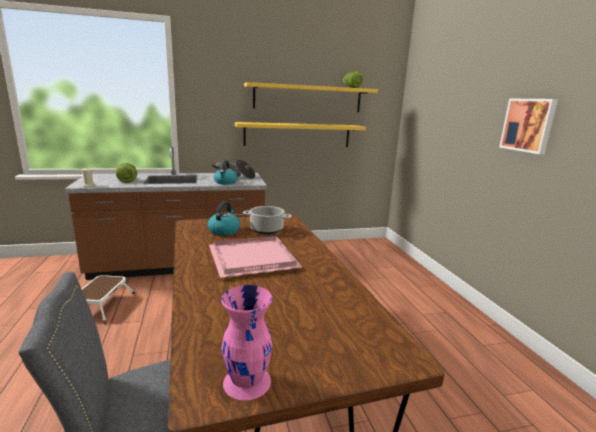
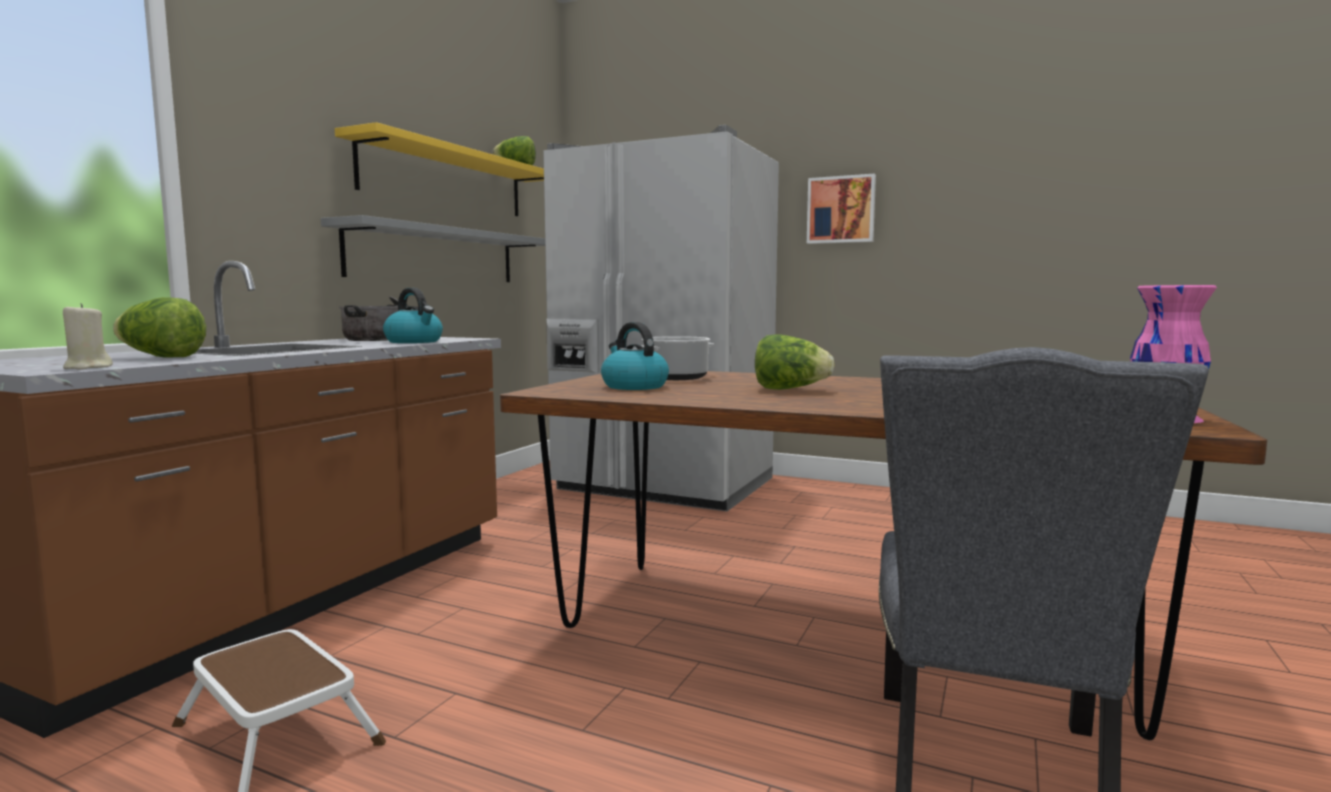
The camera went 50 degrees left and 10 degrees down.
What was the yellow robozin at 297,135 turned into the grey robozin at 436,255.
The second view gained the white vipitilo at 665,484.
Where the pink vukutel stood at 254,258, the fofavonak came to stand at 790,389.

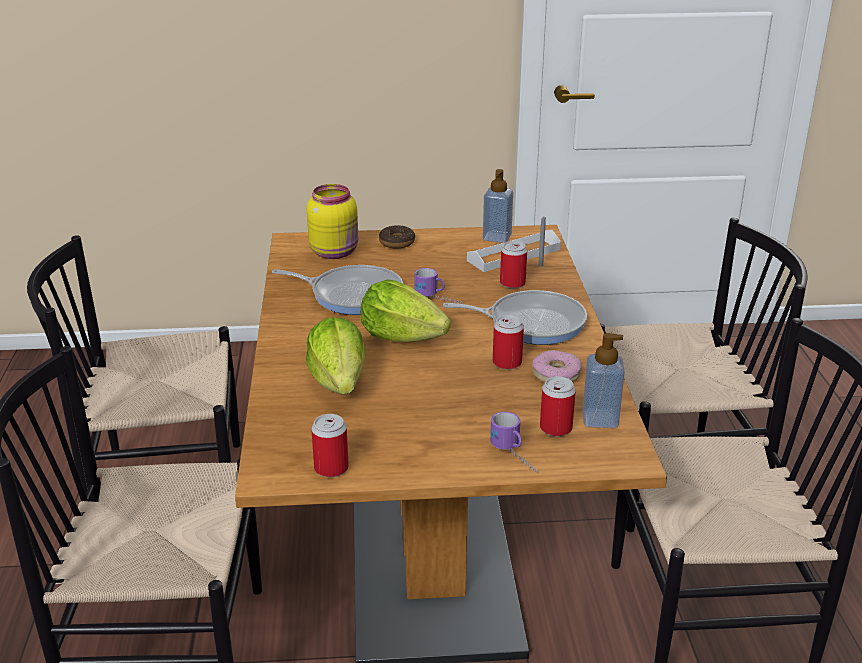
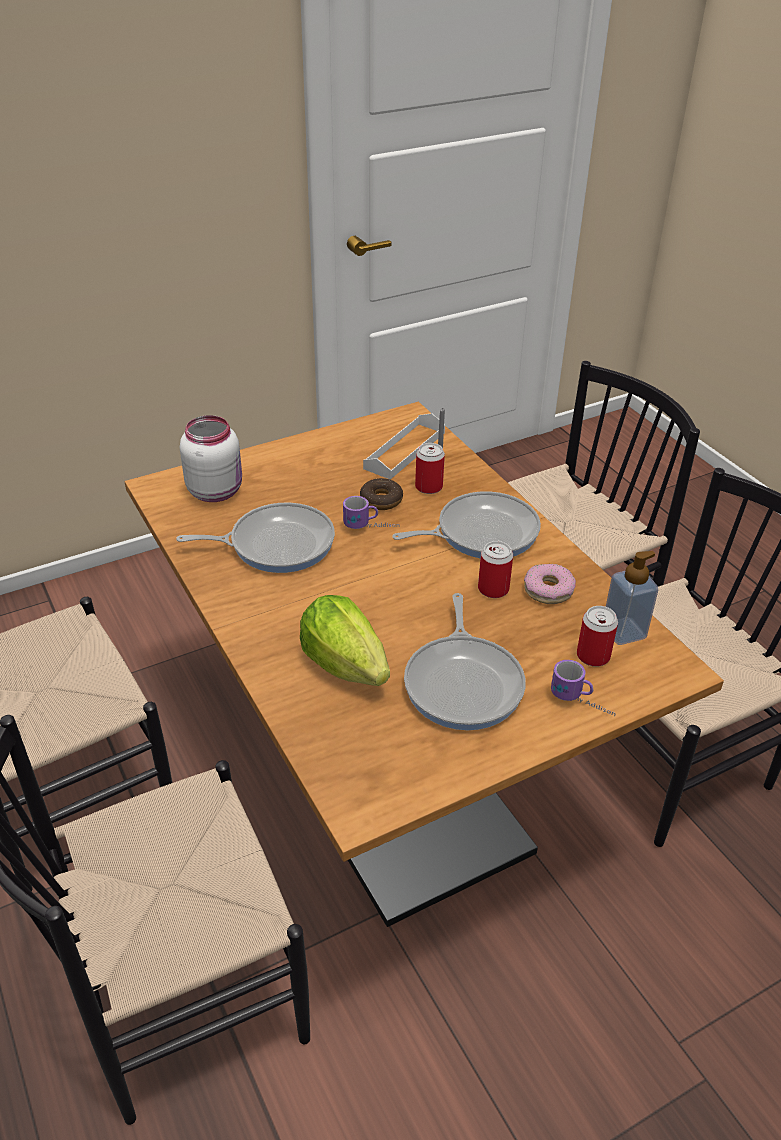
The camera went 25 degrees left and 10 degrees up.
What was the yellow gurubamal at 335,252 turned into the white gurubamal at 216,490.
The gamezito ended up elsewhere, having gone from 397,242 to 381,500.
The second view gained the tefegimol at 464,683.
The second view lost the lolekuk at 331,468.
The second view lost the fofavonak at 402,337.
The second view lost the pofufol at 497,237.

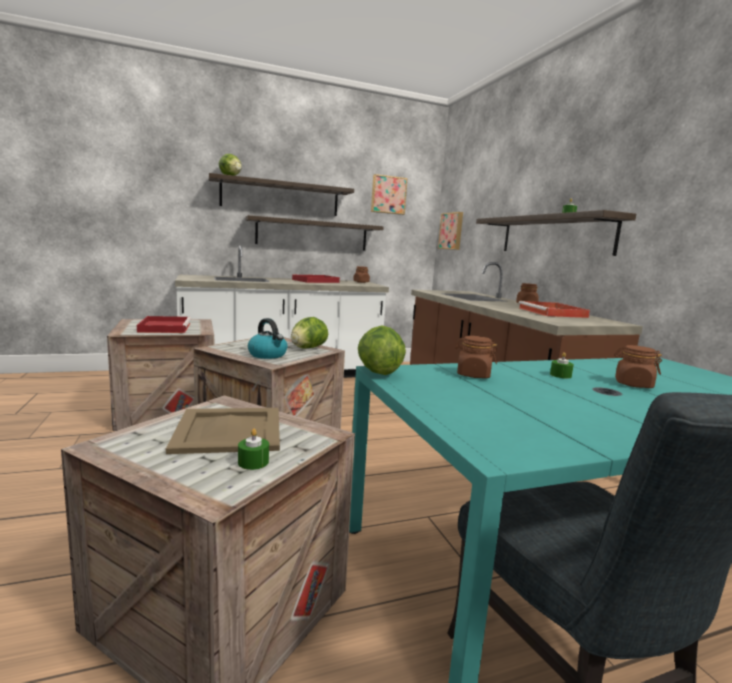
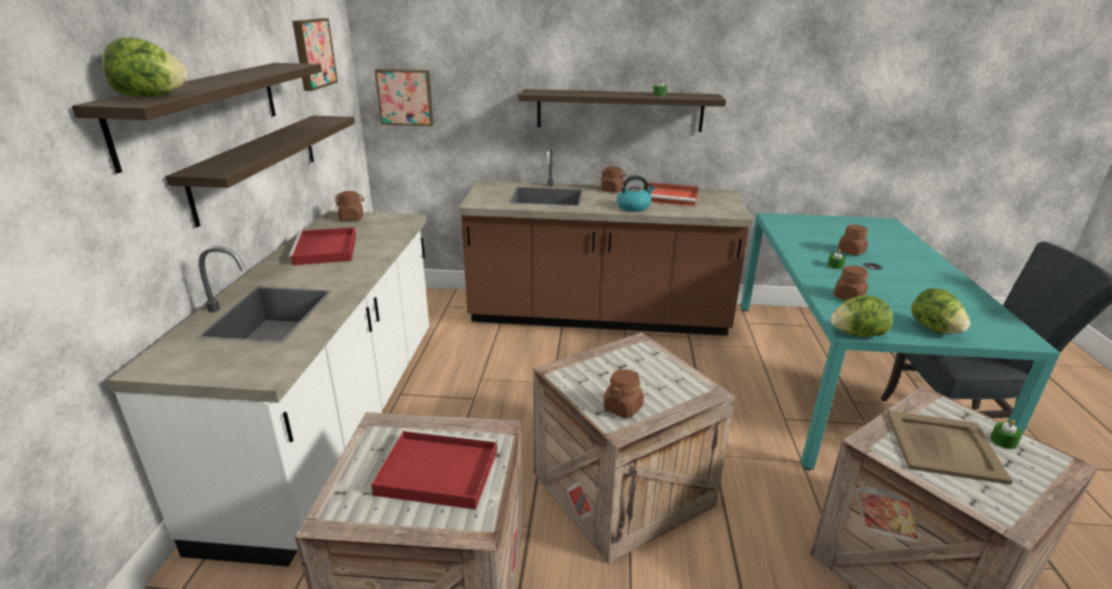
The camera went 65 degrees left and 15 degrees up.
The second view gained the brown gurubamal at 623,408.
The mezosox ended up elsewhere, having gone from 268,355 to 634,207.
The fofavonak ended up elsewhere, having gone from 308,348 to 934,329.

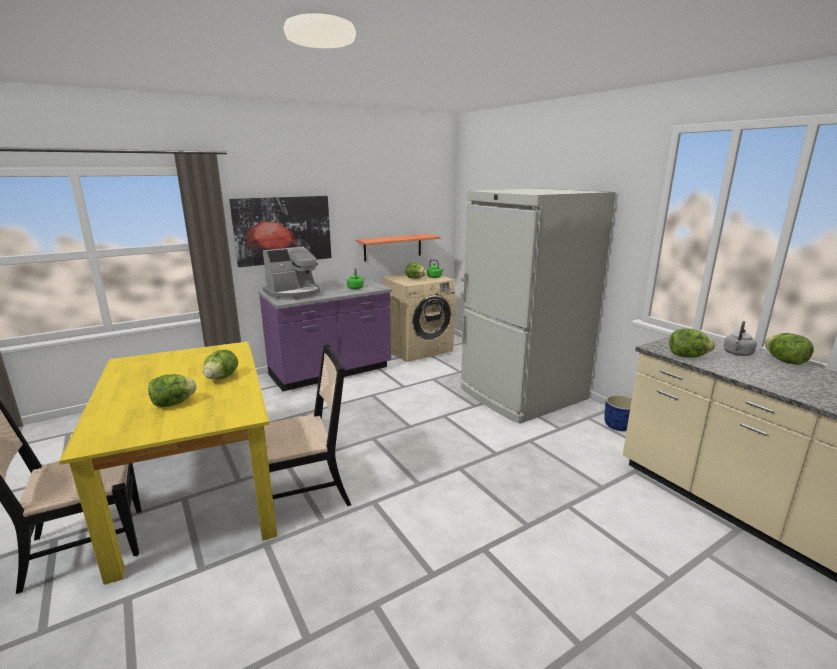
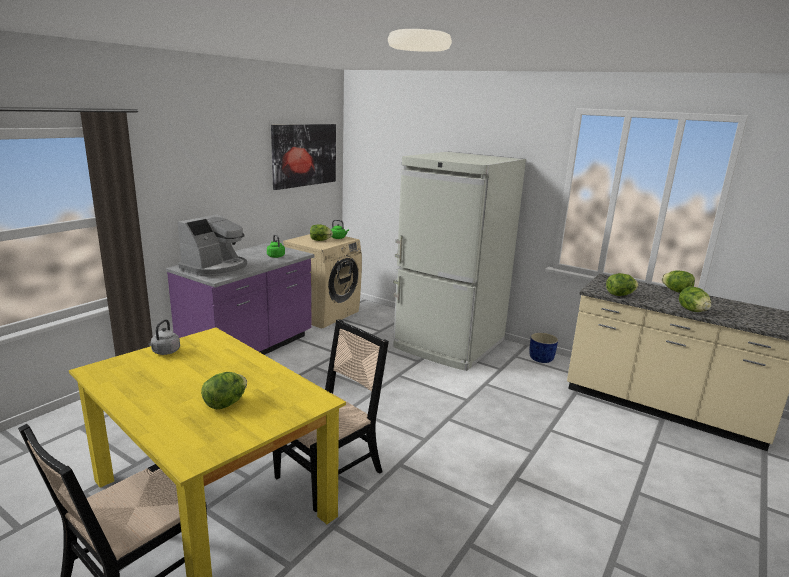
The camera went 25 degrees left and 0 degrees up.
The grey mezosox ended up elsewhere, having gone from 737,354 to 165,352.
The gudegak ended up elsewhere, having gone from 283,230 to 304,155.
The fofavonak ended up elsewhere, having gone from 221,378 to 692,311.
The second view lost the robozin at 393,247.

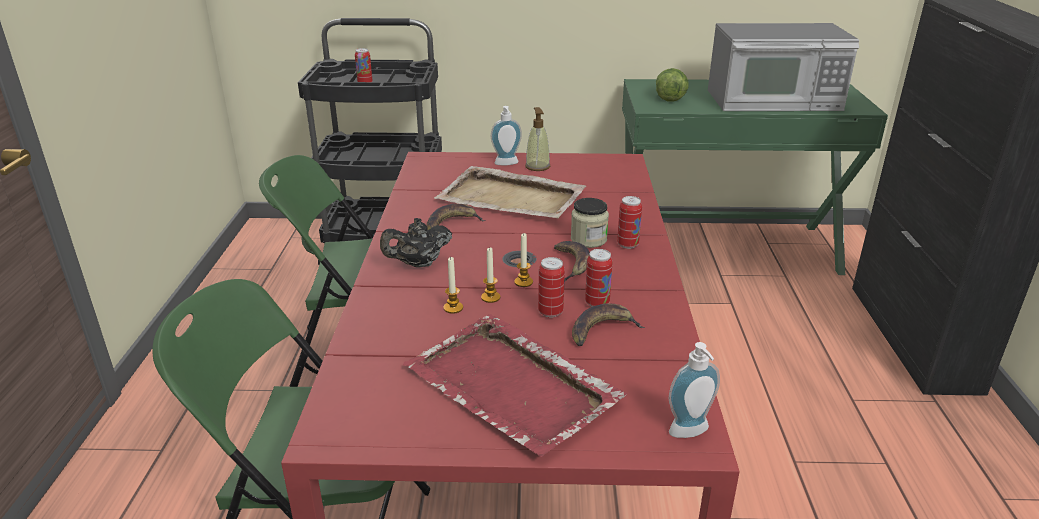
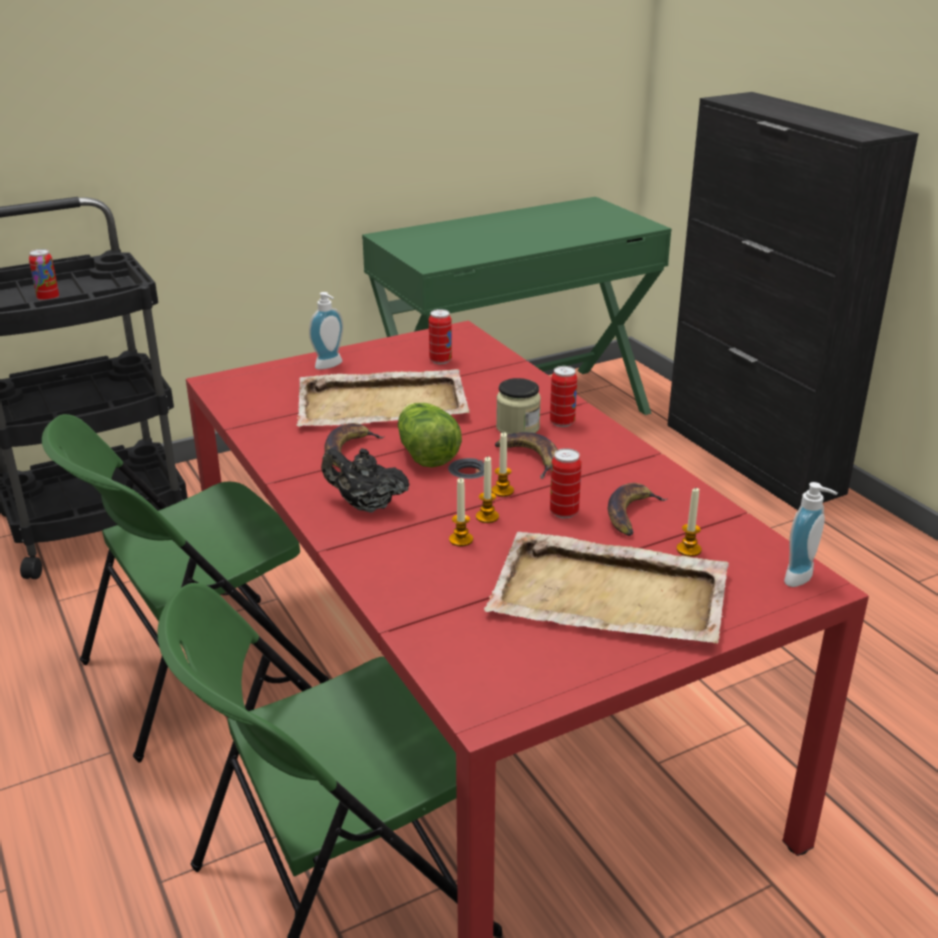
The camera went 30 degrees left and 0 degrees up.
The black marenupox at 418,264 ended up facing another way, 75 degrees clockwise from before.
The fofavonak ended up elsewhere, having gone from 669,96 to 425,453.
The lolekuk ended up elsewhere, having gone from 597,303 to 440,361.
What was the red vukutel at 513,387 turned into the beige vukutel at 611,595.
The second view gained the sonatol at 688,549.
The second view lost the pofufol at 537,166.
The second view lost the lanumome at 774,101.

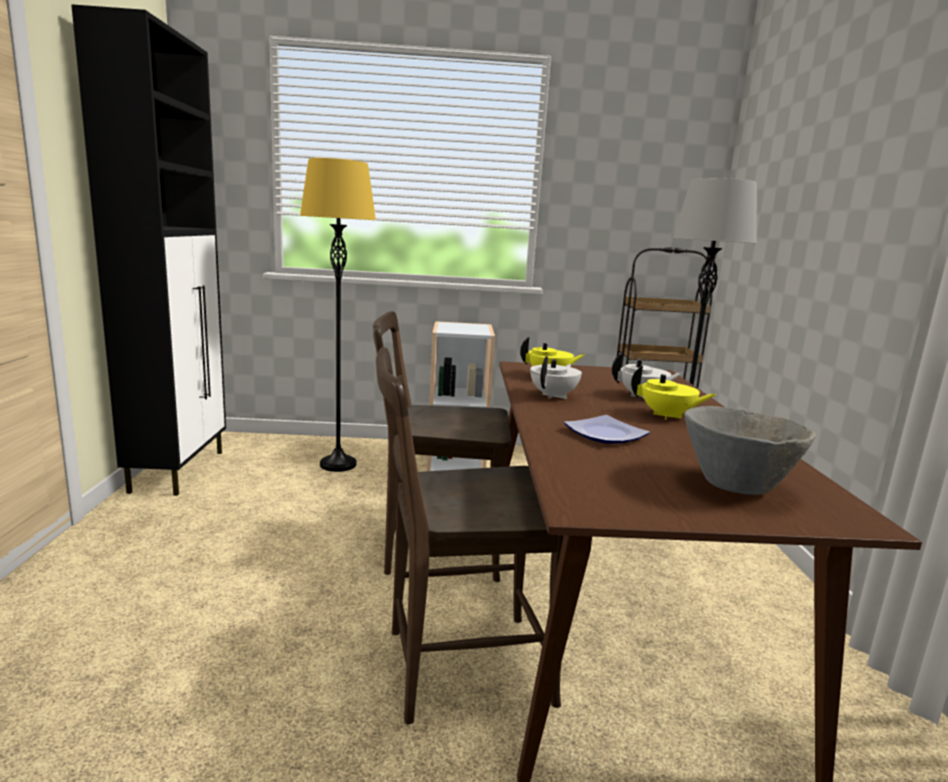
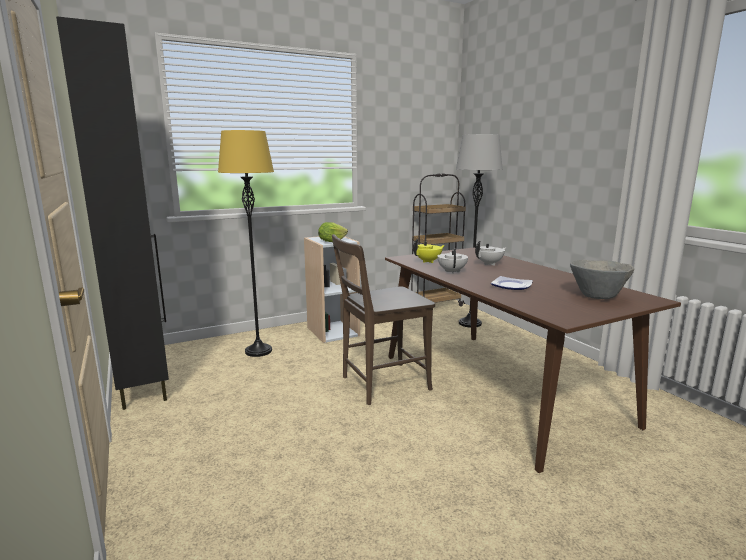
The camera went 25 degrees left and 0 degrees up.
The second view gained the fofavonak at 331,241.
The second view lost the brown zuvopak at 458,666.
The second view lost the yellow marenupox at 667,416.

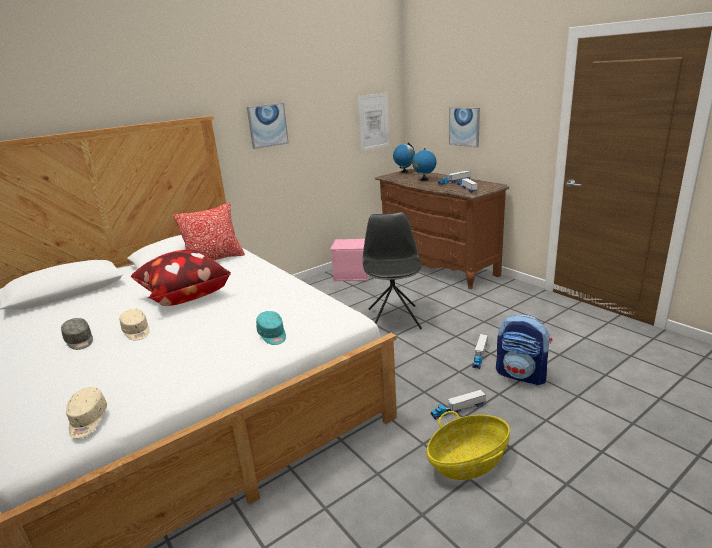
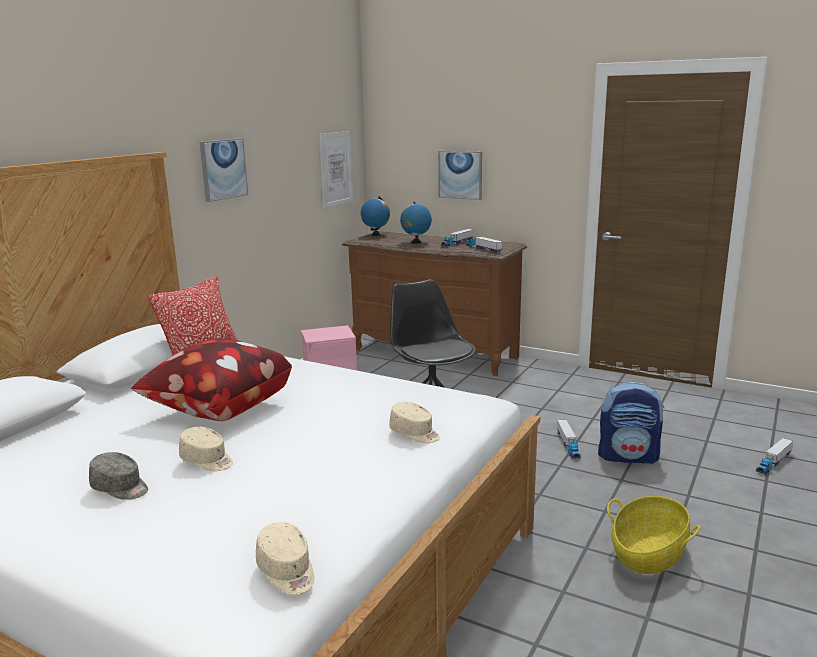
The camera went 25 degrees left and 5 degrees down.
What was the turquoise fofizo at 272,335 turned into the beige fofizo at 415,433.
The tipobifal ended up elsewhere, having gone from 458,409 to 773,462.

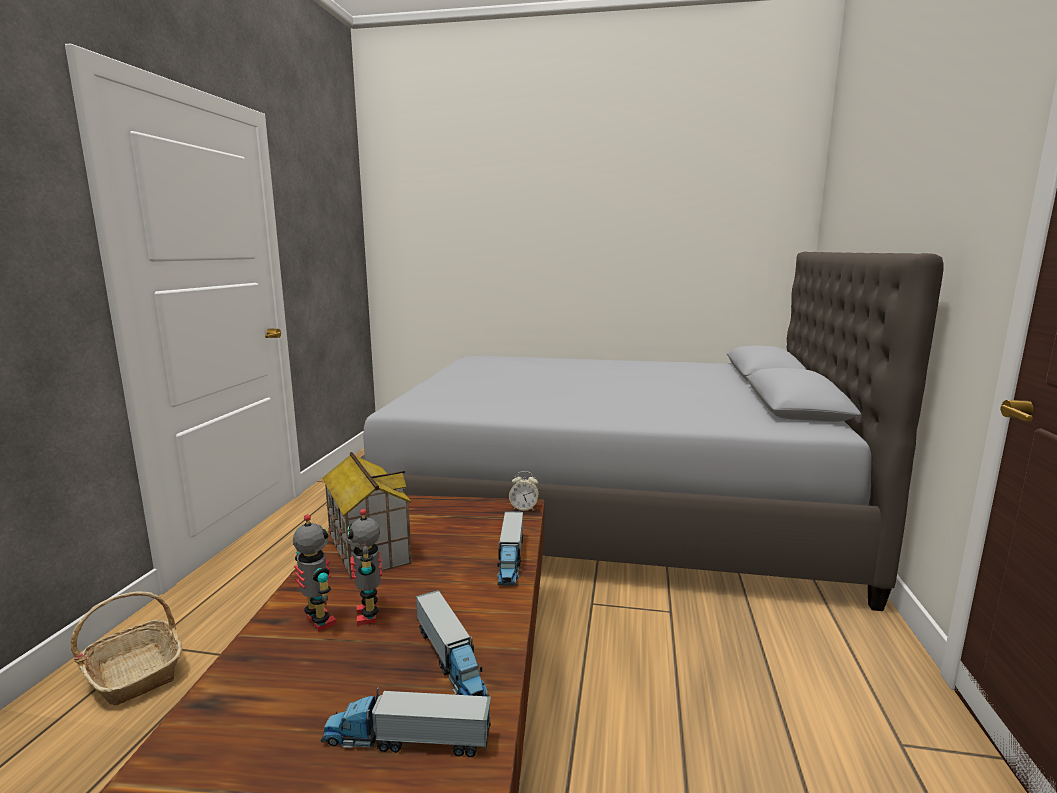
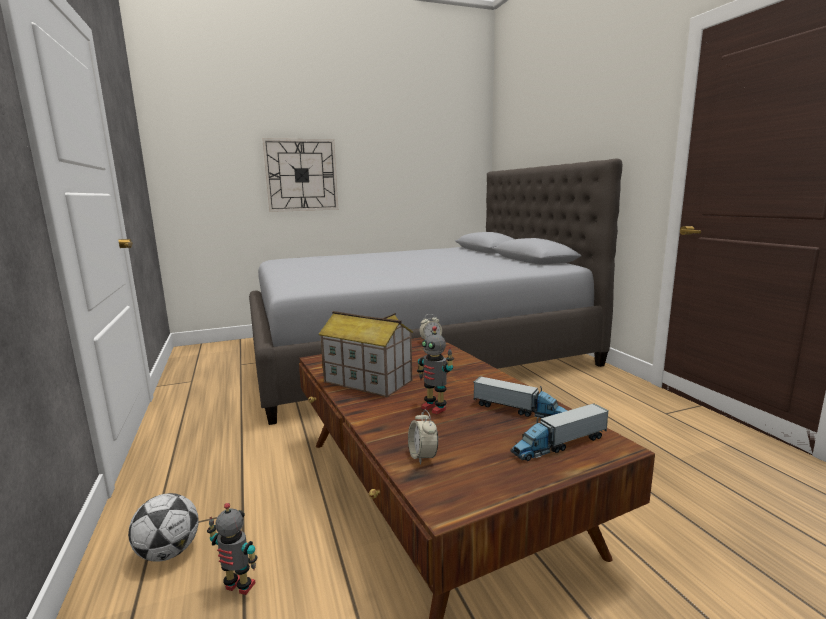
The camera went 30 degrees left and 0 degrees up.
Where the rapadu stood at 135,673, the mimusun came to stand at 169,552.
The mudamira ended up elsewhere, having gone from 318,622 to 239,588.
The second view gained the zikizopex at 301,175.
The second view gained the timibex at 423,456.
The second view lost the tipobifal at 510,559.

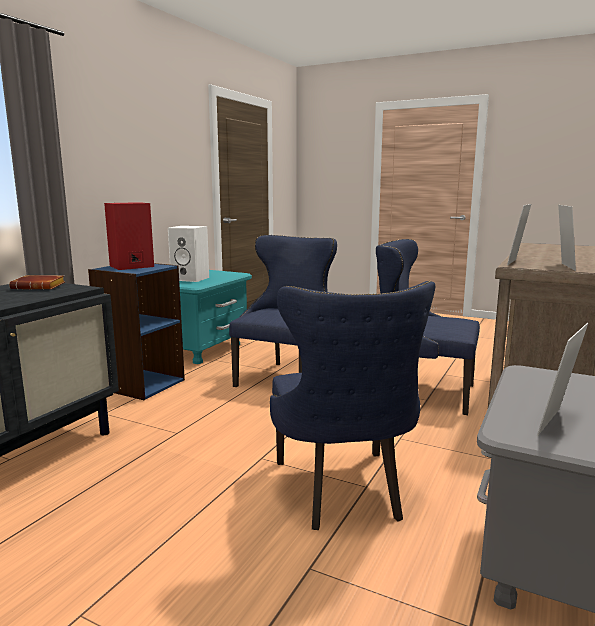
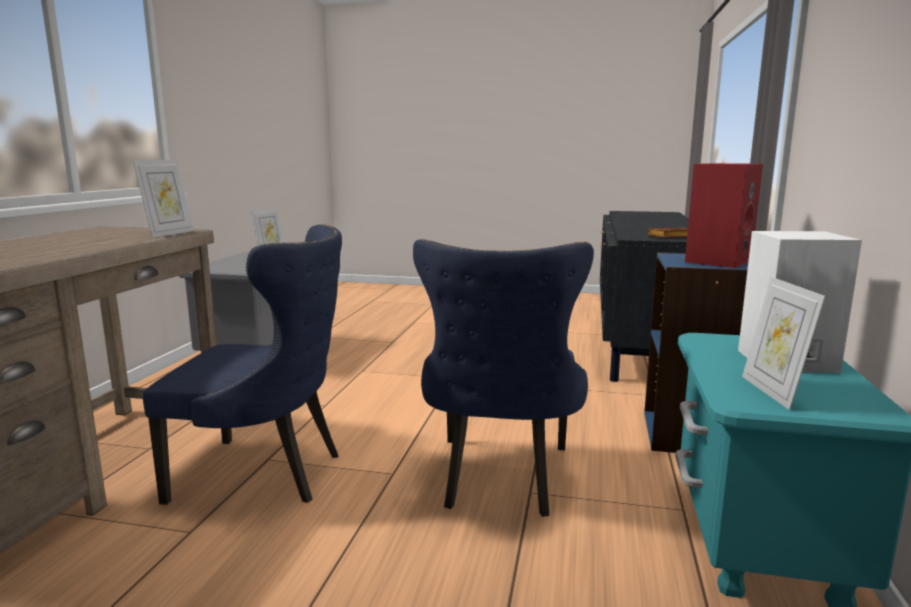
The camera went 165 degrees right and 0 degrees up.
The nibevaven ended up elsewhere, having gone from 563,266 to 773,392.
The second view lost the blue zuvopak at 343,491.

